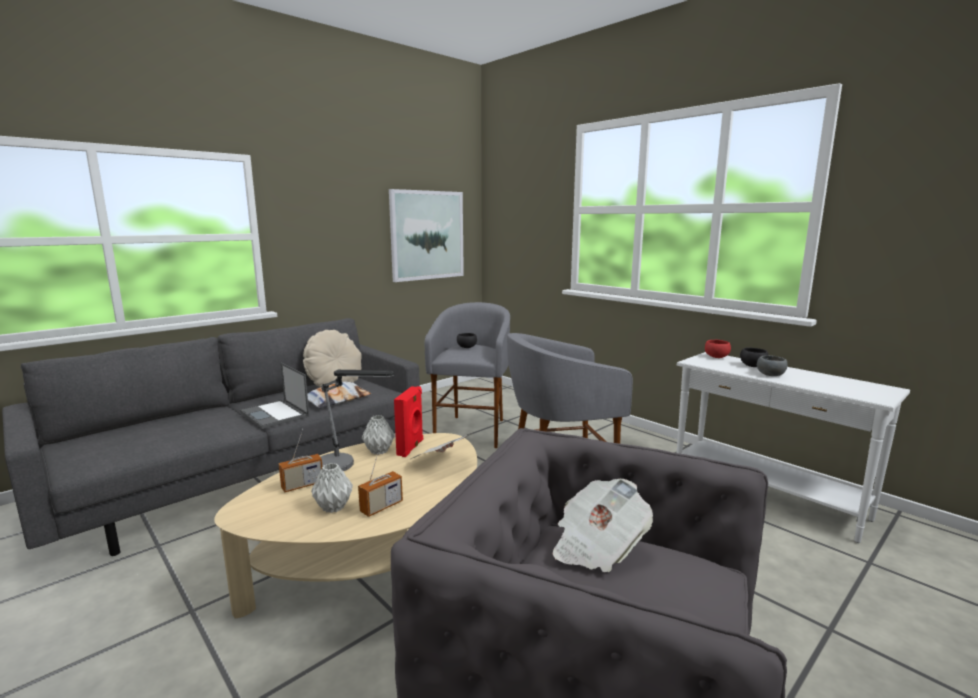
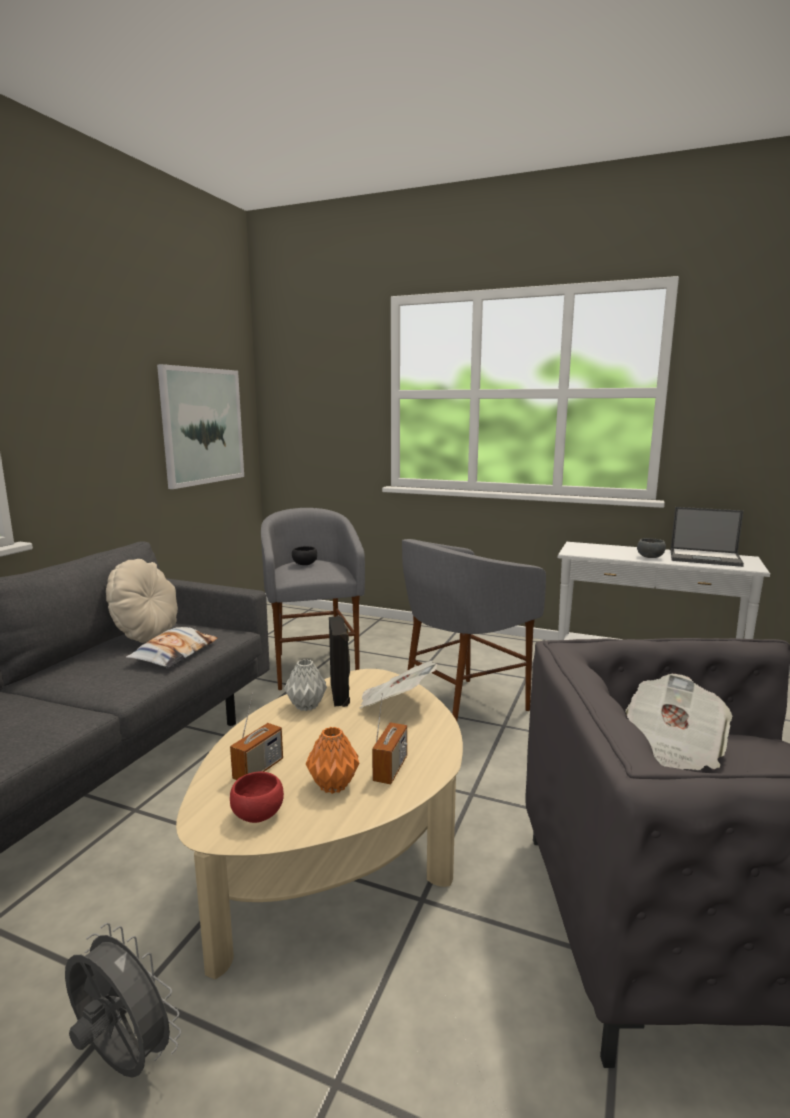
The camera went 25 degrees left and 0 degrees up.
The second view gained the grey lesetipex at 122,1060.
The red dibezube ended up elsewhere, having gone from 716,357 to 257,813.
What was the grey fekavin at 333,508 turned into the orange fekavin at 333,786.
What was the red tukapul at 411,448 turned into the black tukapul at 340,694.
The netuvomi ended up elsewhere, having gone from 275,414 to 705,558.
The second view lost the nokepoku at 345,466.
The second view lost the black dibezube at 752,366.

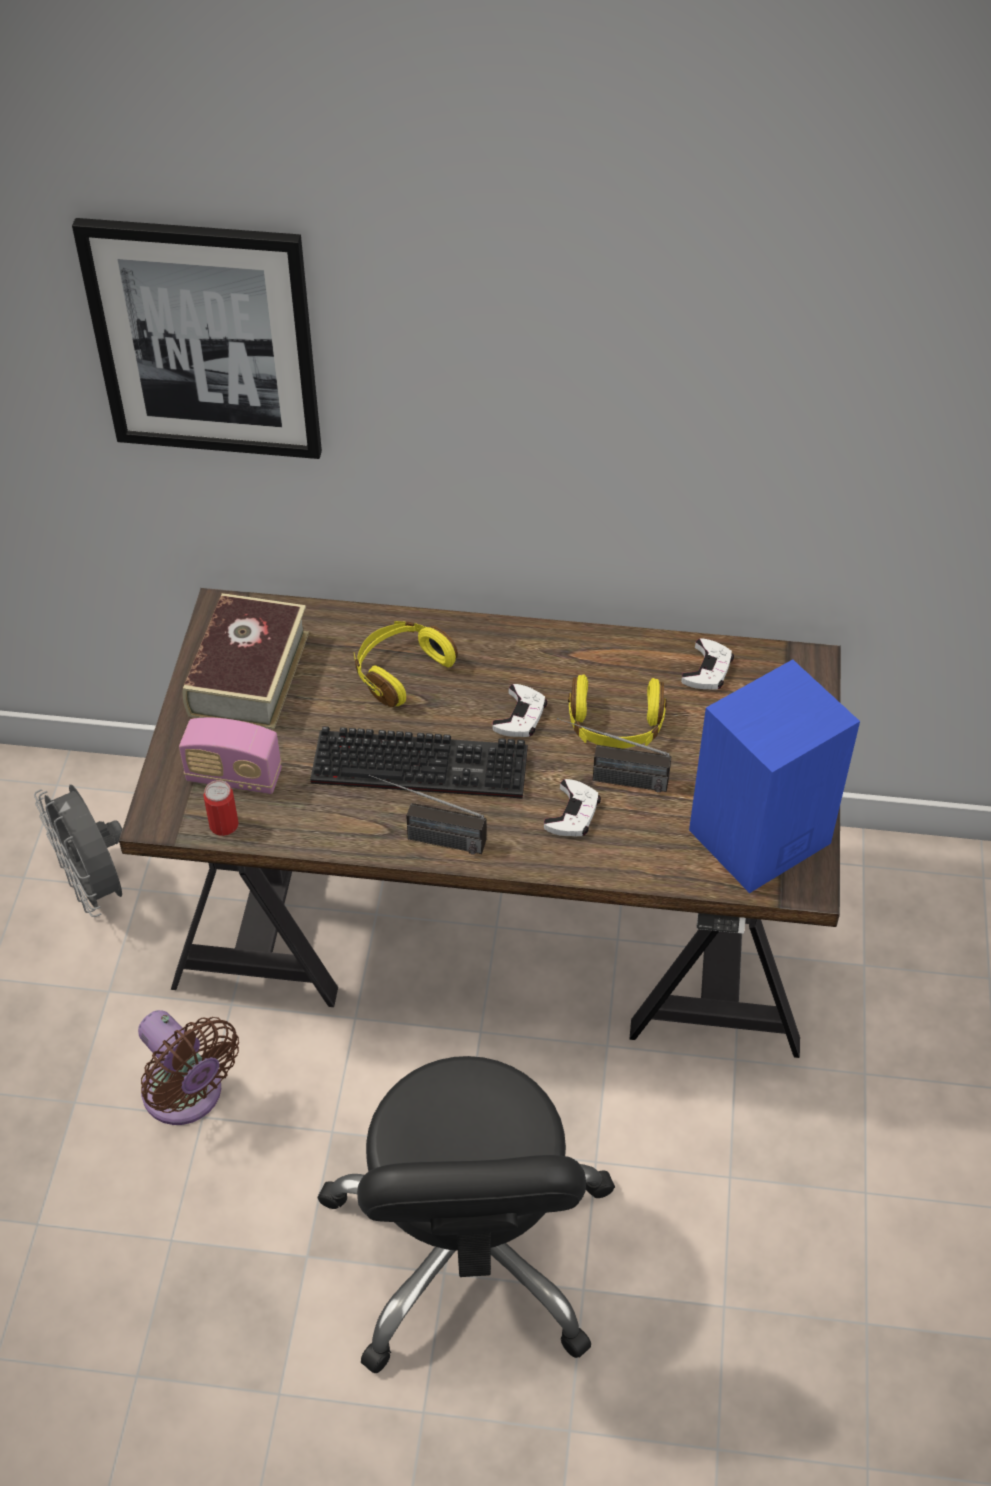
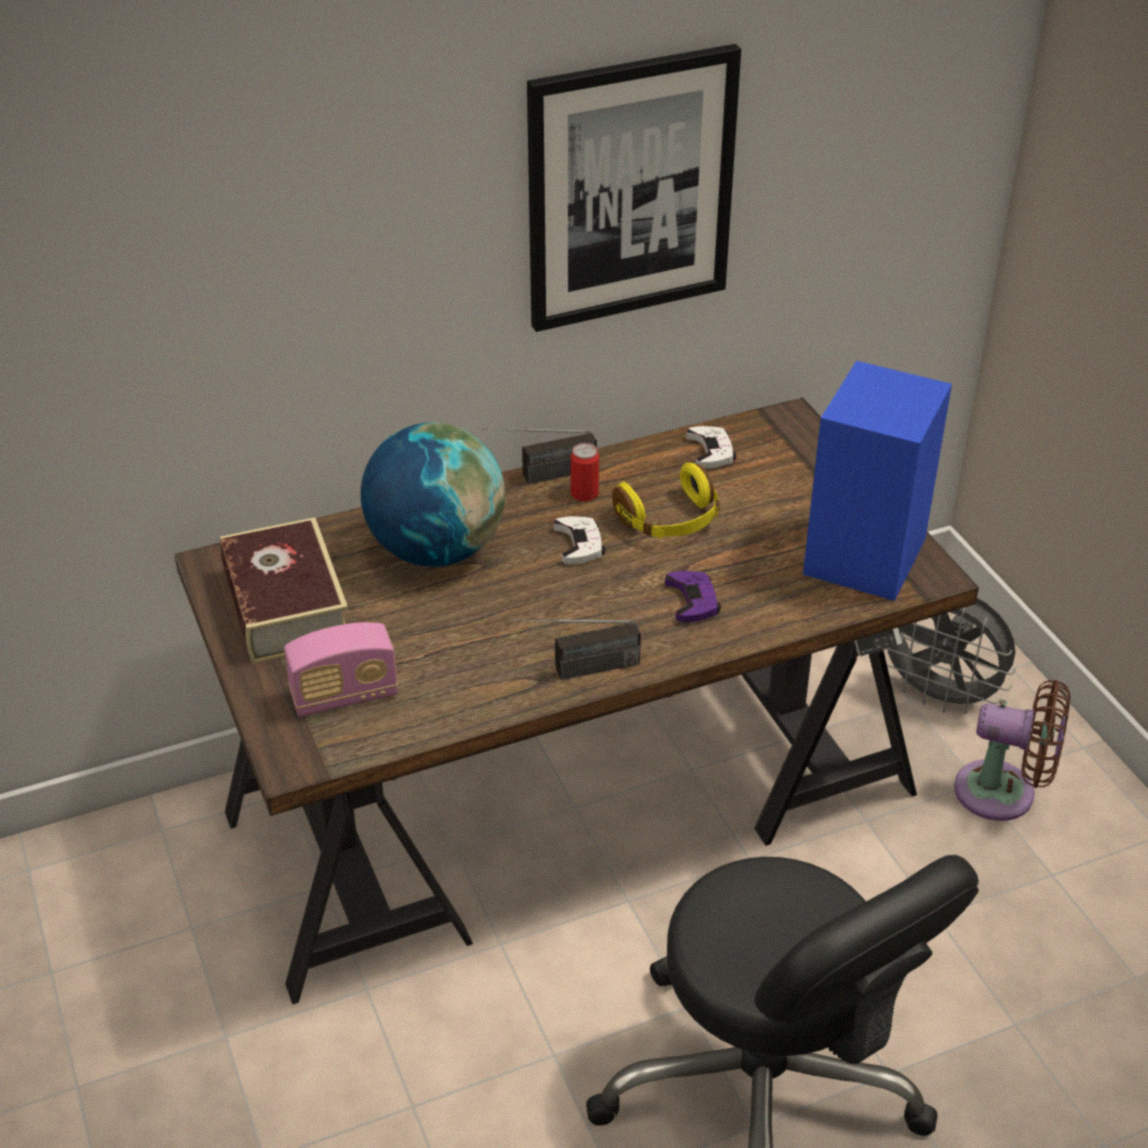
The camera went 30 degrees left and 10 degrees down.
Where the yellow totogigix stood at 401,671, the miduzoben came to stand at 436,550.
The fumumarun ended up elsewhere, having gone from 610,778 to 541,477.
The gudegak ended up elsewhere, having gone from 205,340 to 630,189.
The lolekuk ended up elsewhere, having gone from 224,825 to 584,494.
What was the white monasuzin at 573,813 turned into the purple monasuzin at 692,600.
The grey lesetipex ended up elsewhere, having gone from 96,886 to 941,696.
The brown lesetipex ended up elsewhere, having gone from 187,1096 to 1003,793.
The second view lost the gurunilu at 424,763.

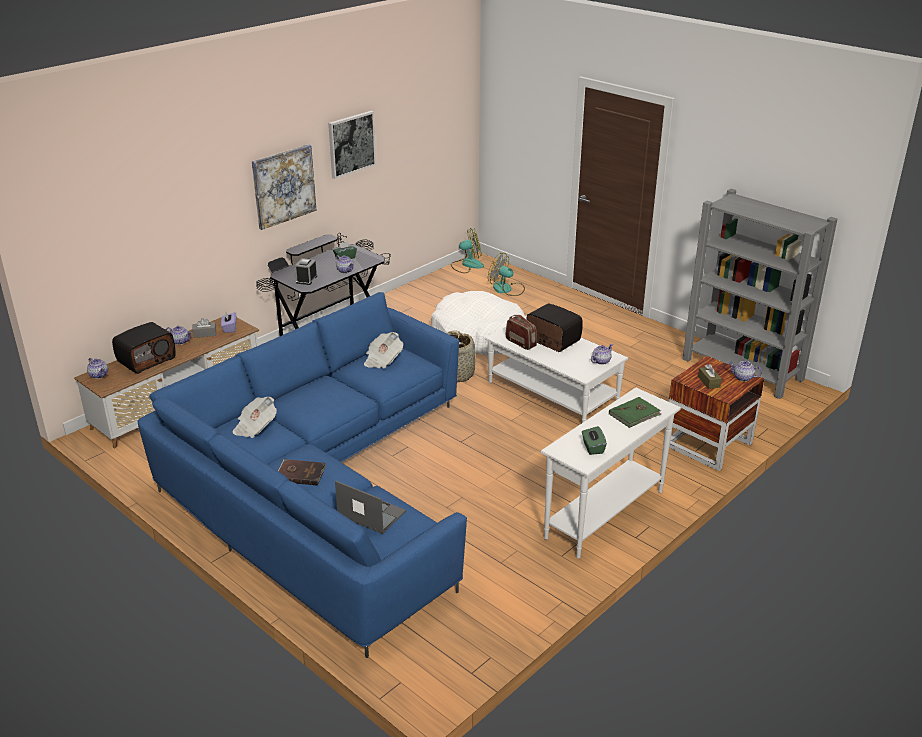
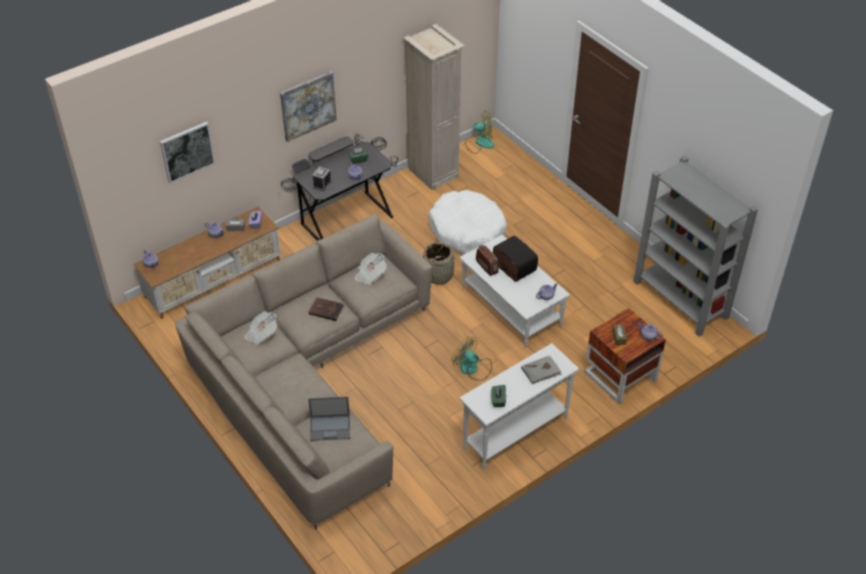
The camera went 10 degrees right and 15 degrees up.
The gudegak ended up elsewhere, having gone from 351,144 to 187,151.
What was the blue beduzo at 322,490 turned into the beige beduzo at 310,381.
The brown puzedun ended up elsewhere, having gone from 300,473 to 326,309.
The netuvomi at 370,513 ended up facing another way, 135 degrees clockwise from before.
The second view gained the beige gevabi at 433,173.
The lesetipex ended up elsewhere, having gone from 506,289 to 472,368.
What was the green puzedun at 635,414 turned into the grey puzedun at 541,371.
The second view lost the fumumarun at 146,360.

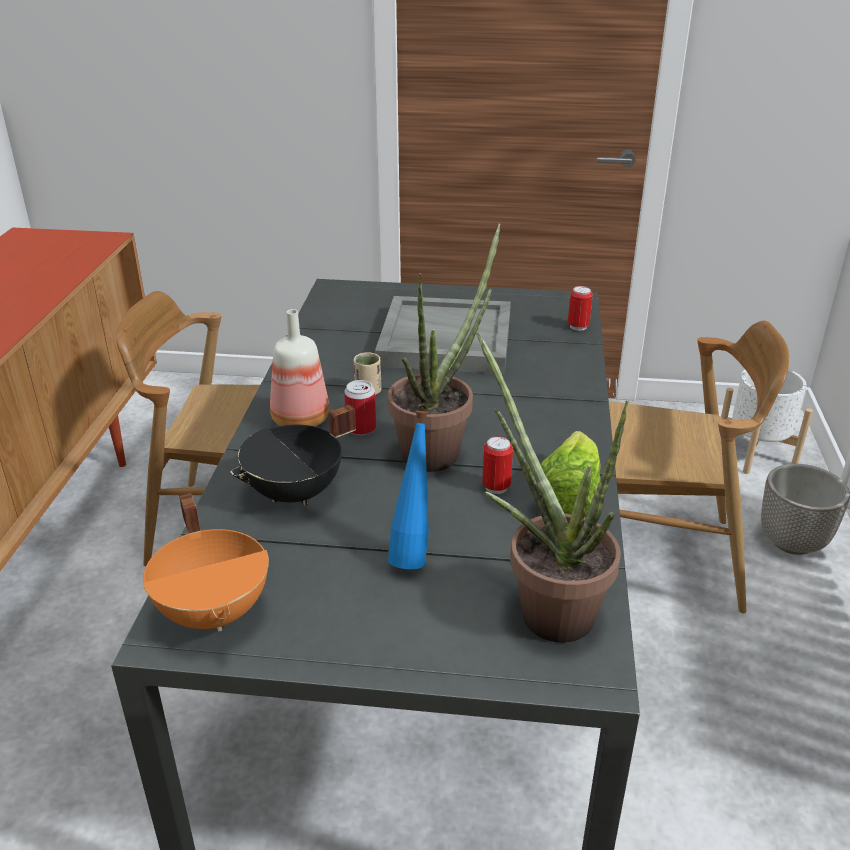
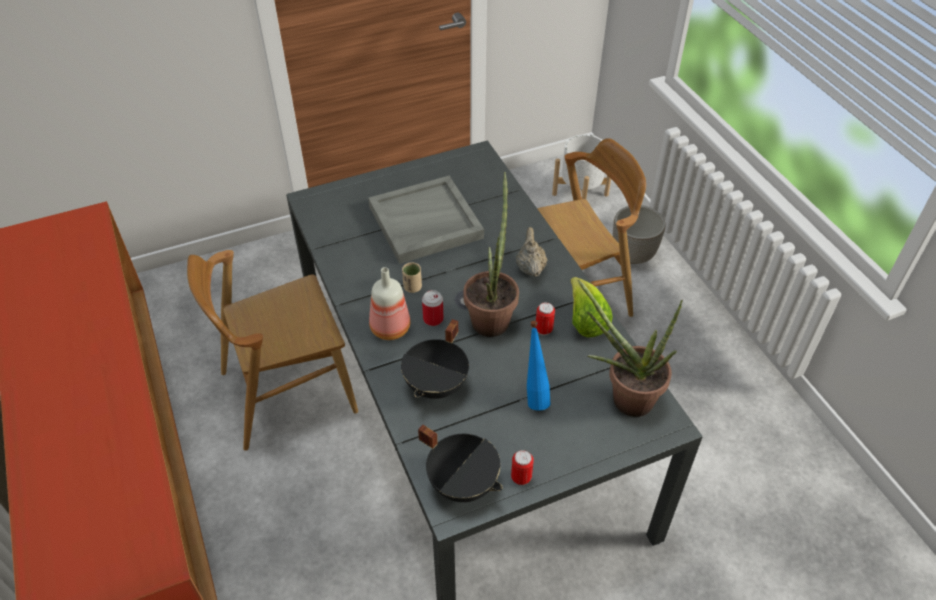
The camera went 30 degrees left and 15 degrees up.
What was the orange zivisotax at 216,611 turned into the black zivisotax at 463,482.
The lolekuk ended up elsewhere, having gone from 578,326 to 521,478.
The second view gained the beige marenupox at 530,268.

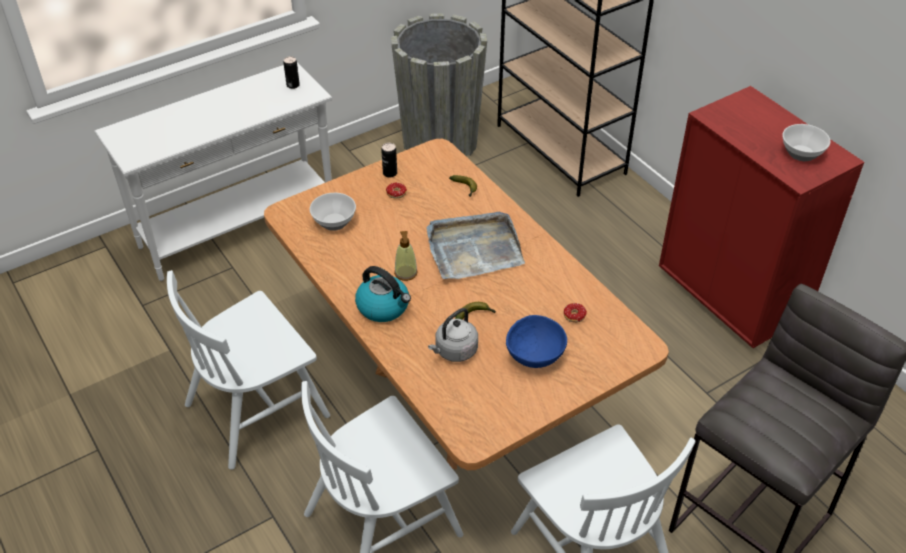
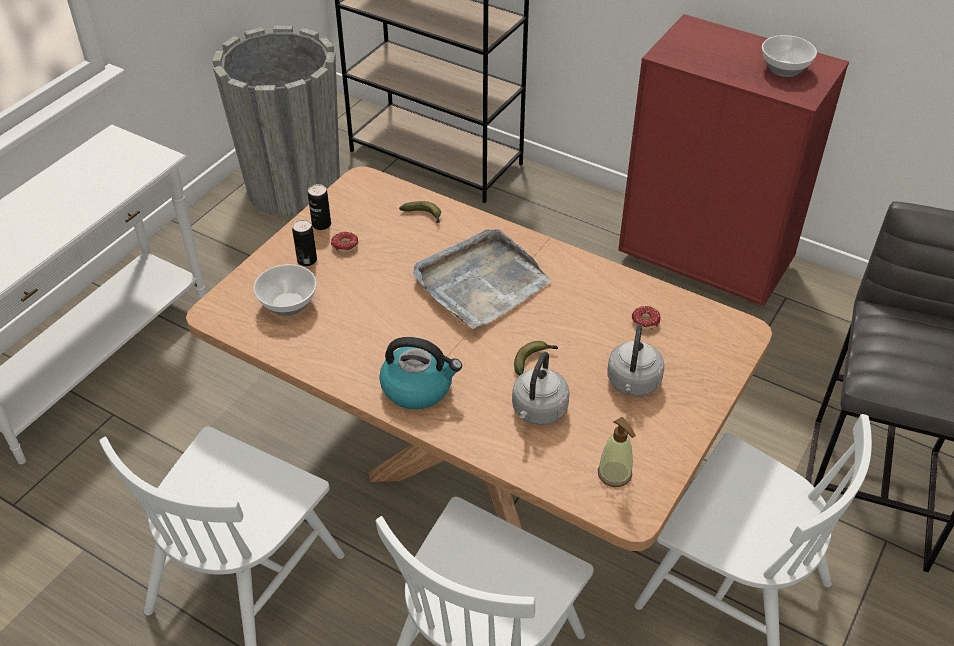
The camera went 25 degrees left and 0 degrees up.
The lolekuk ended up elsewhere, having gone from 293,85 to 307,260.
The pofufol ended up elsewhere, having gone from 406,273 to 615,474.
Where the blue dibezube stood at 534,356, the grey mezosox came to stand at 633,383.

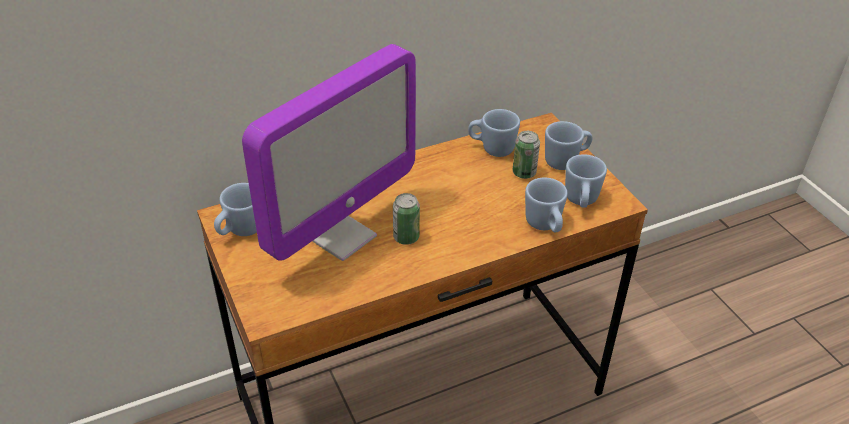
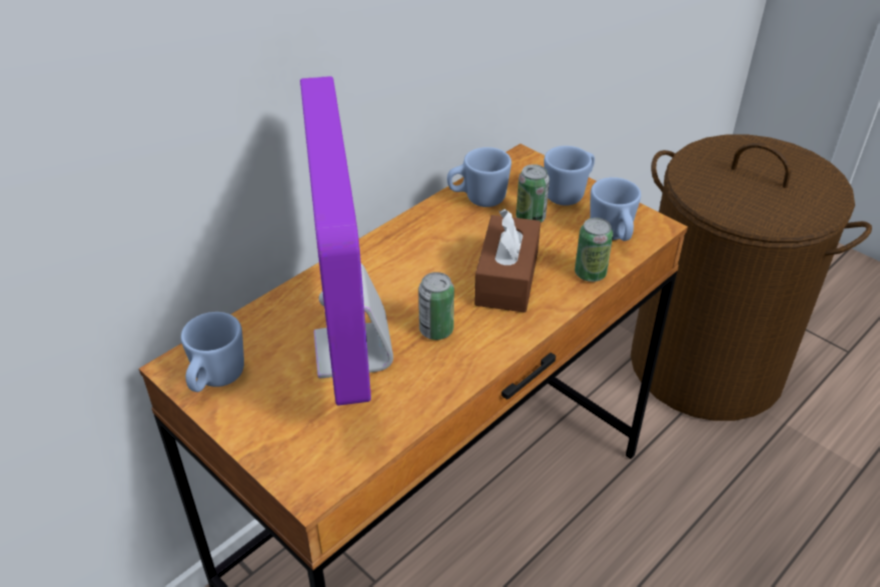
The camera went 20 degrees left and 0 degrees up.
The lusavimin at 340,236 ended up facing another way, 150 degrees clockwise from before.
The second view gained the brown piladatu at 507,278.
Where the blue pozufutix stood at 545,226, the lolekuk came to stand at 590,273.
The second view gained the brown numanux at 707,365.

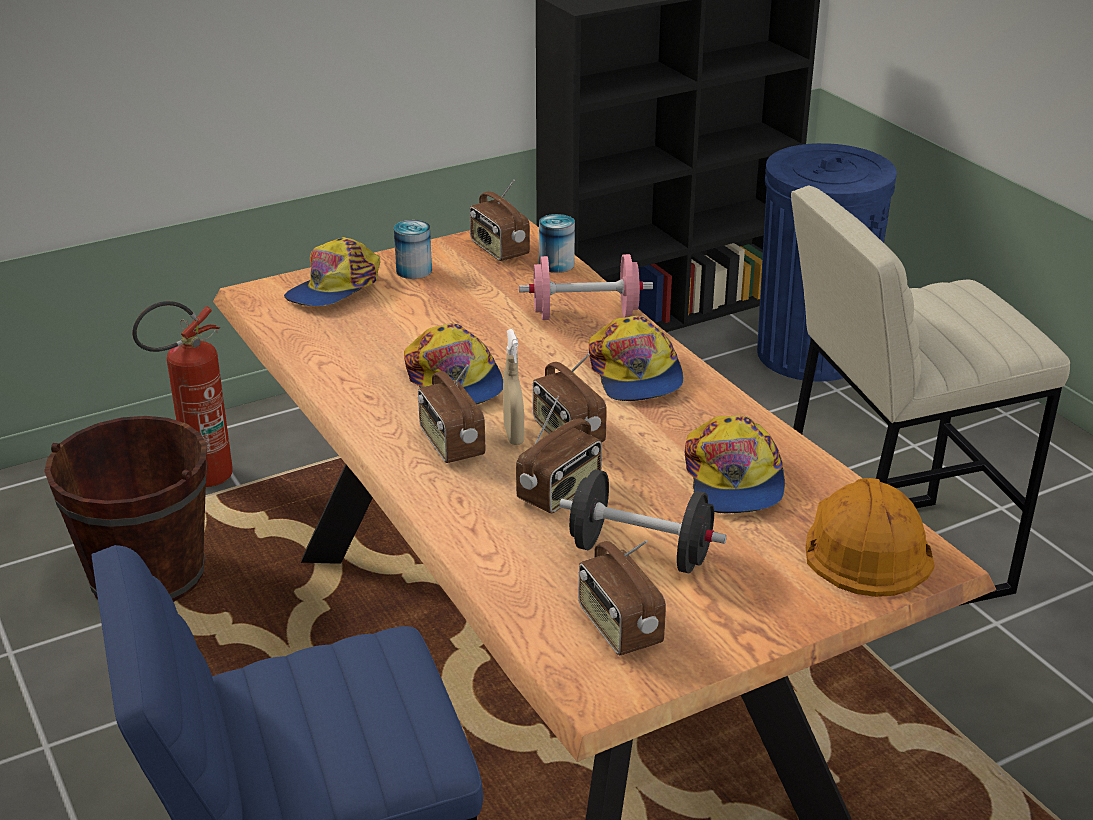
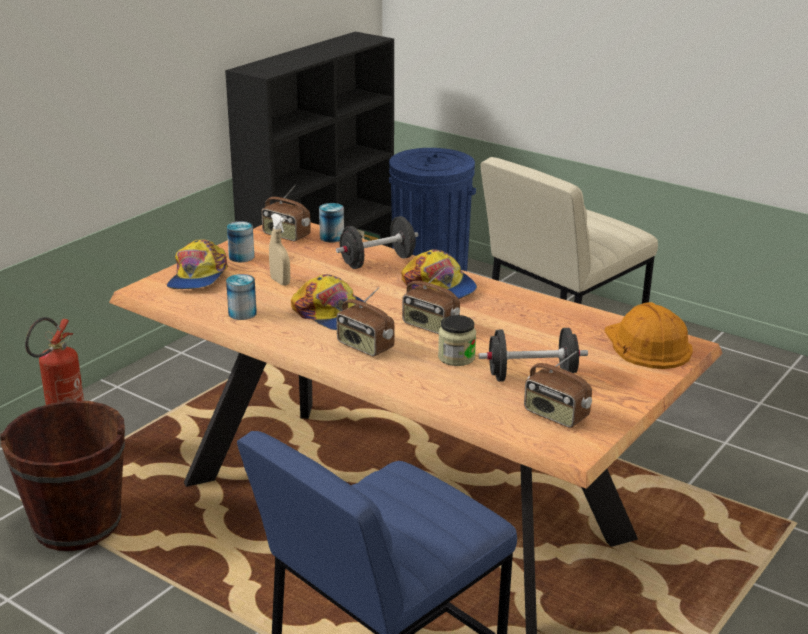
The camera went 25 degrees left and 5 degrees down.
The second view gained the lolekuk at 242,313.
The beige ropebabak ended up elsewhere, having gone from 513,435 to 280,281.
What was the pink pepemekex at 585,315 turned into the black pepemekex at 377,261.
Where the fumumarun stood at 560,493, the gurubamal came to stand at 456,357.
The second view lost the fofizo at 733,480.

